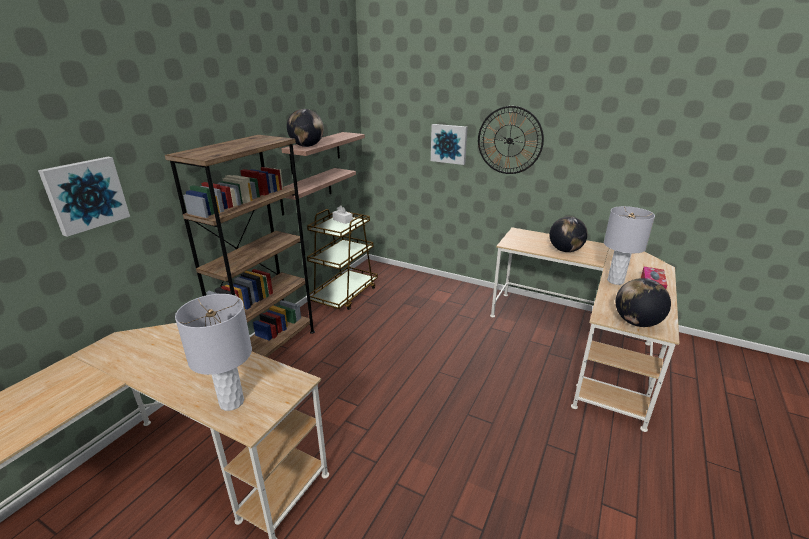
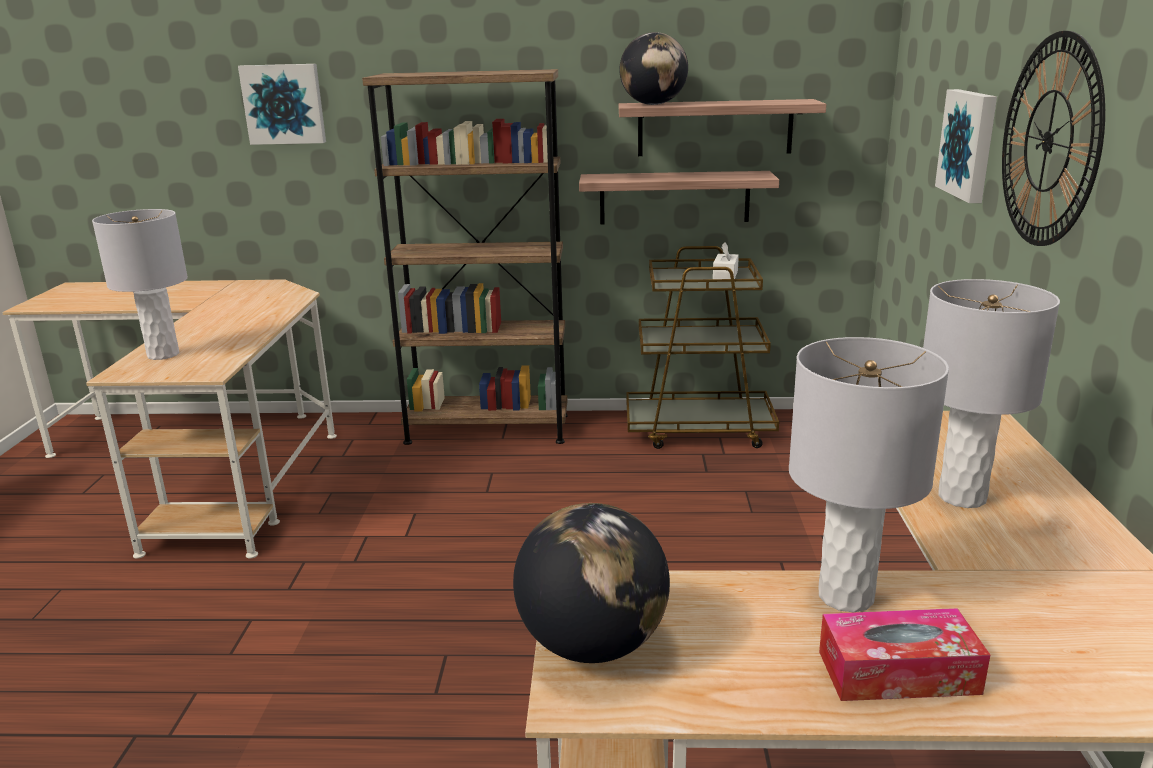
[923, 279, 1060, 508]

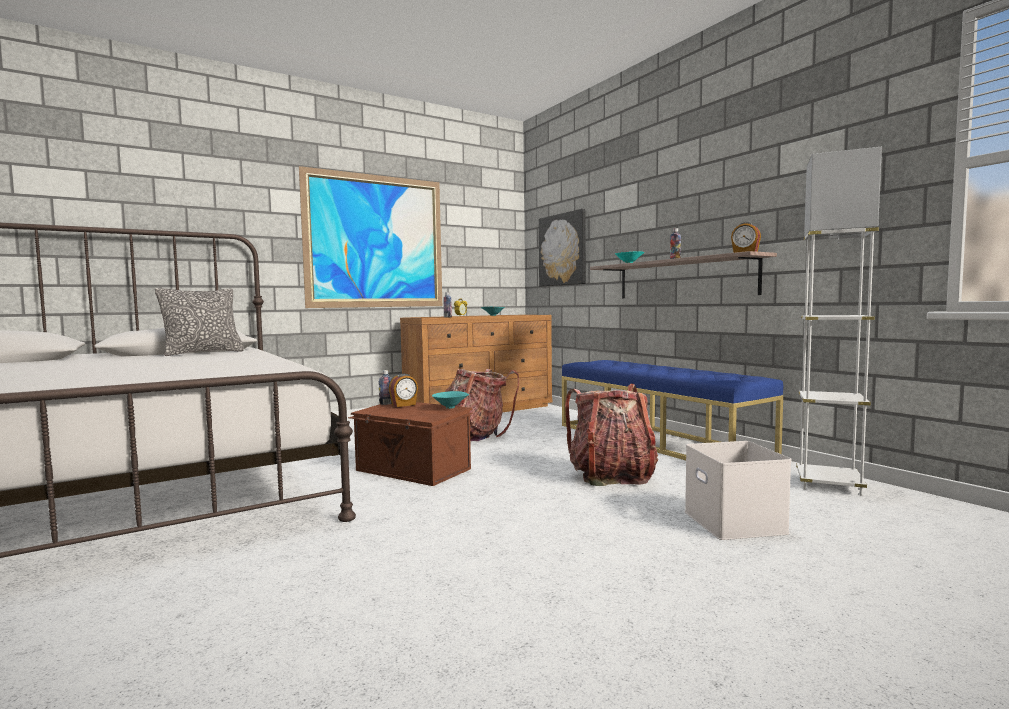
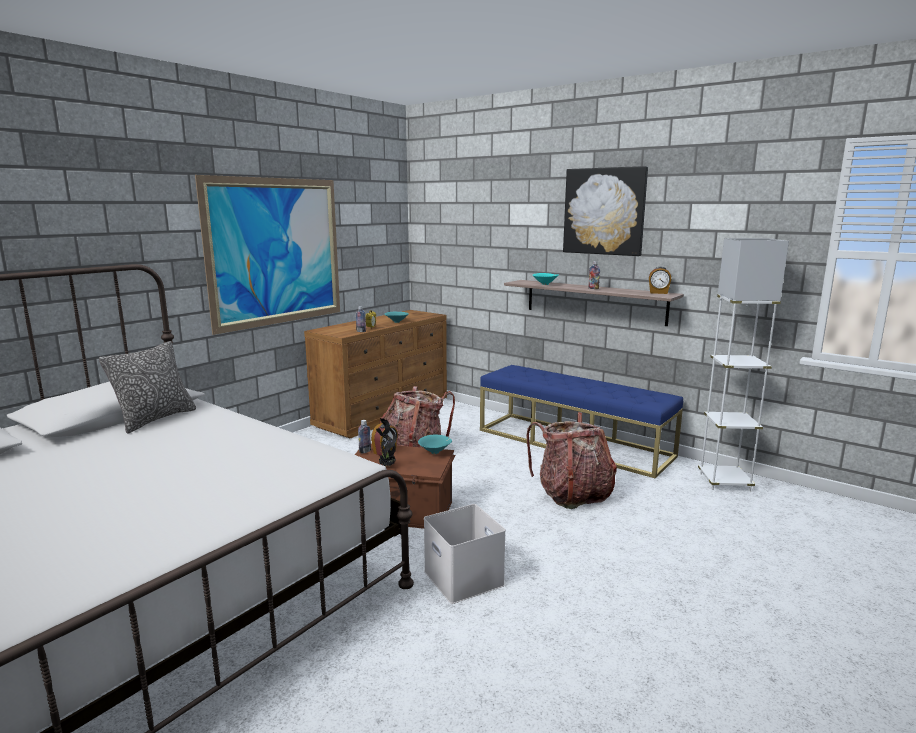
[376, 418, 396, 466]
[424, 504, 506, 604]
[563, 166, 648, 256]

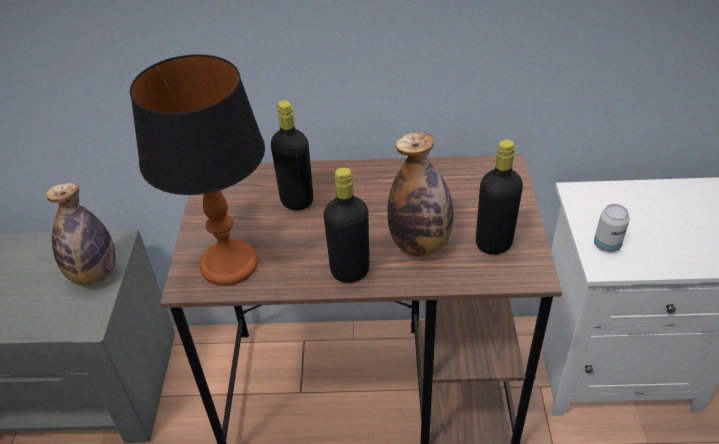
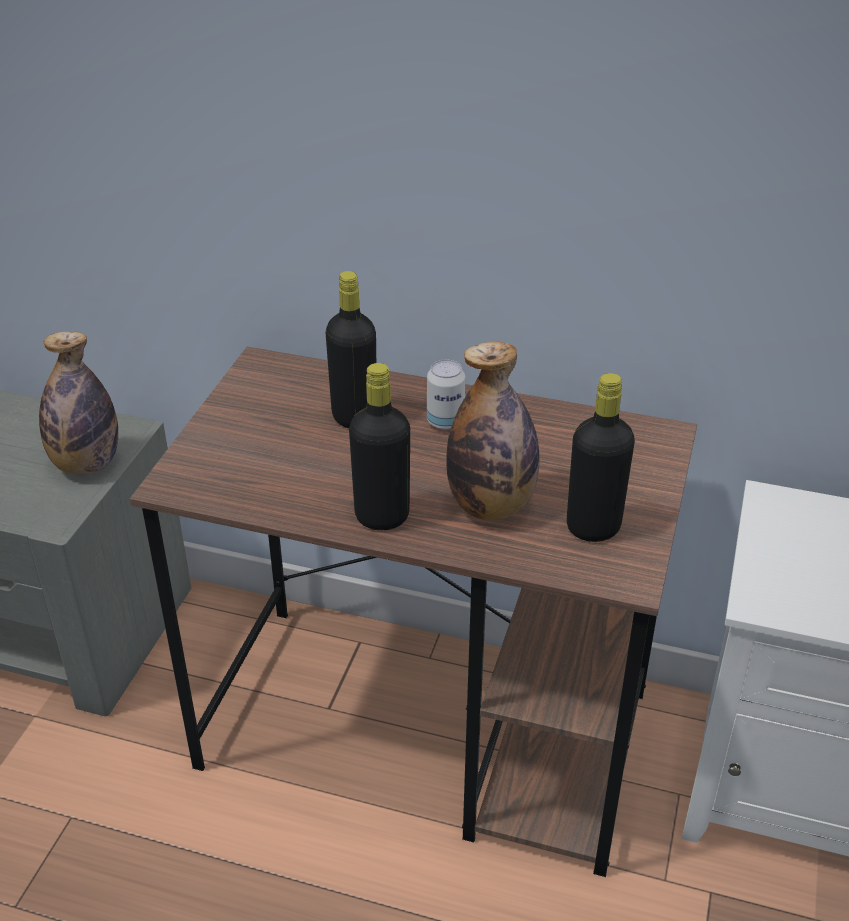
[427, 360, 465, 430]
[130, 54, 265, 286] (first image)

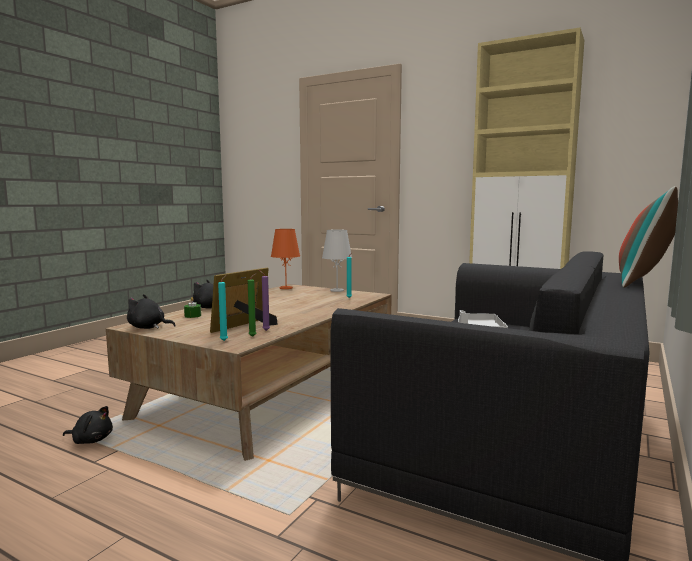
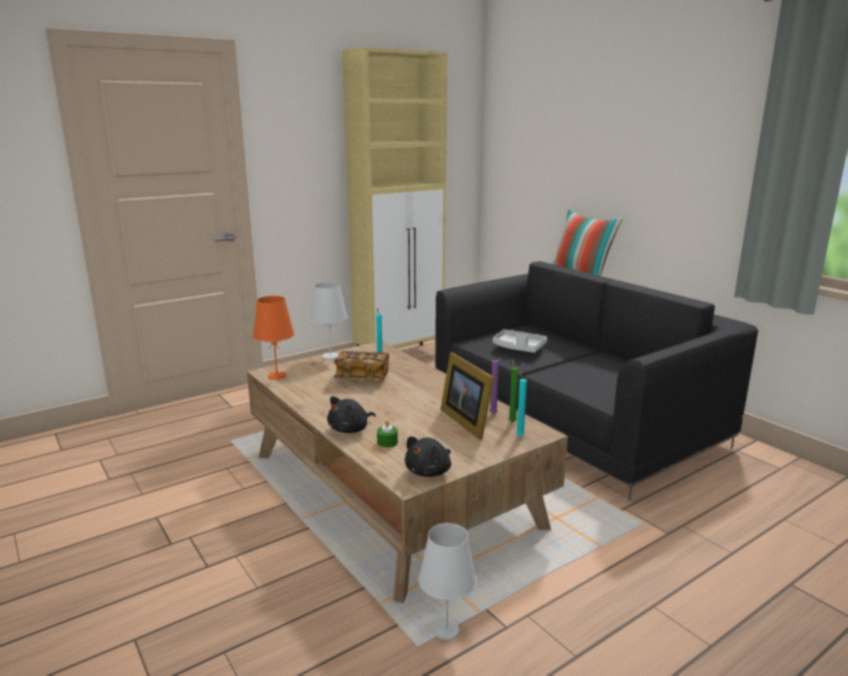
[334, 351, 389, 381]
[418, 523, 477, 640]

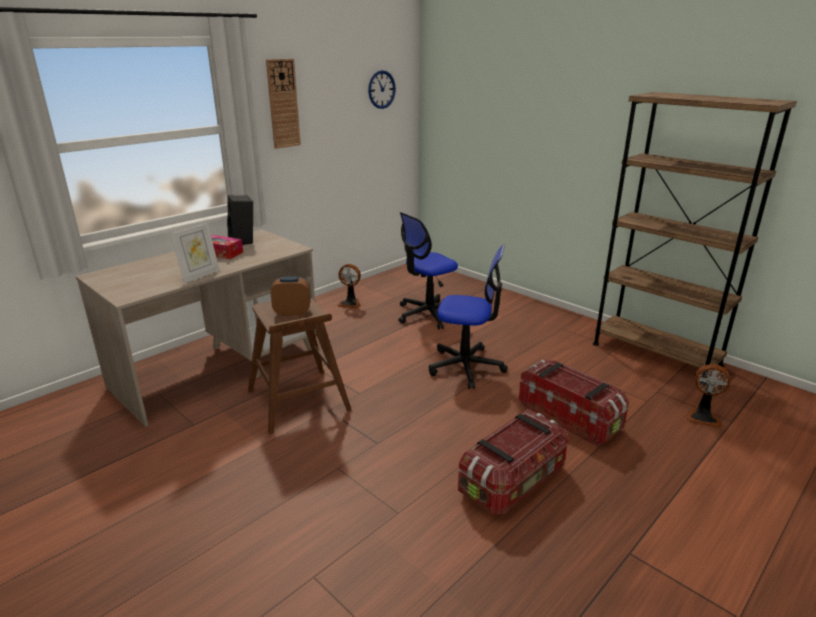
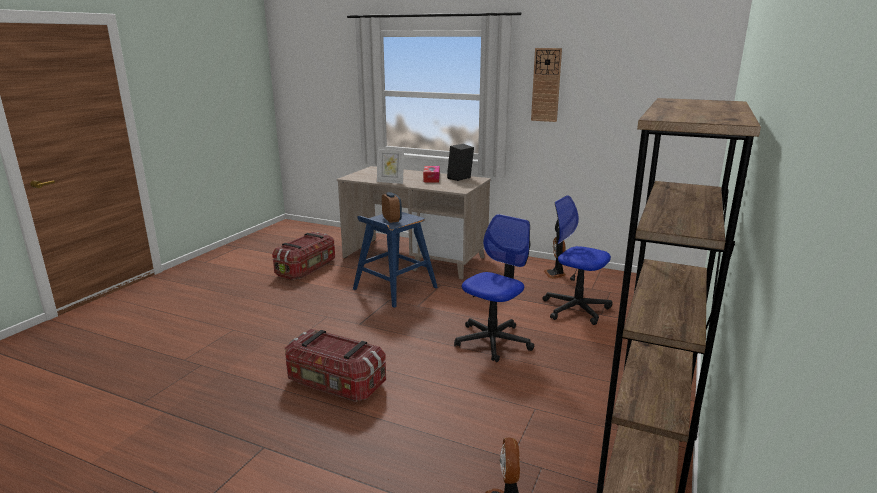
[272, 232, 335, 280]
[353, 212, 438, 308]
[454, 214, 534, 362]
[368, 70, 396, 109] (first image)

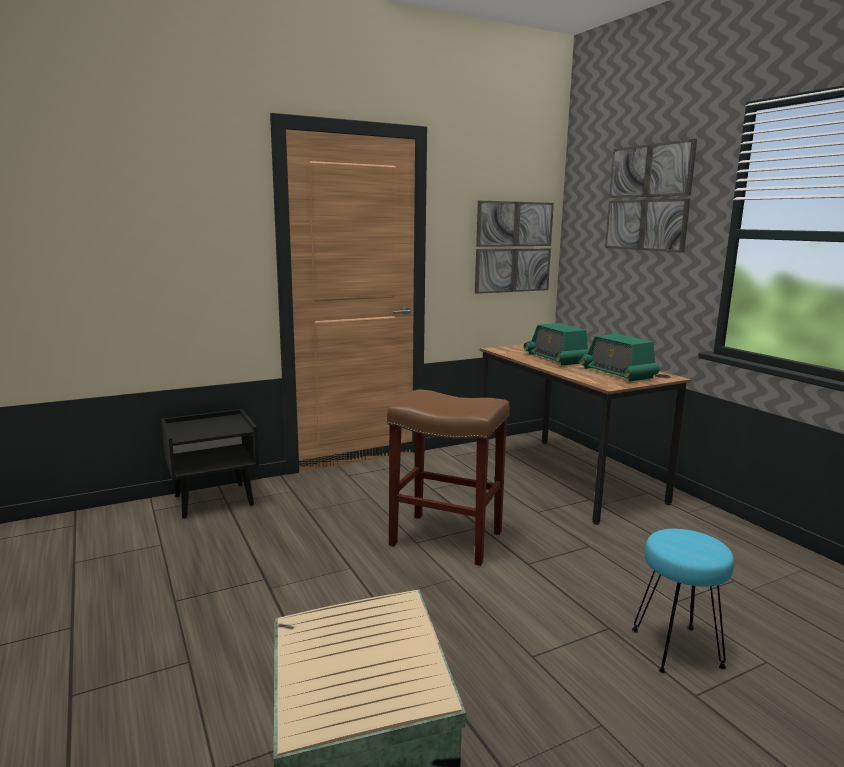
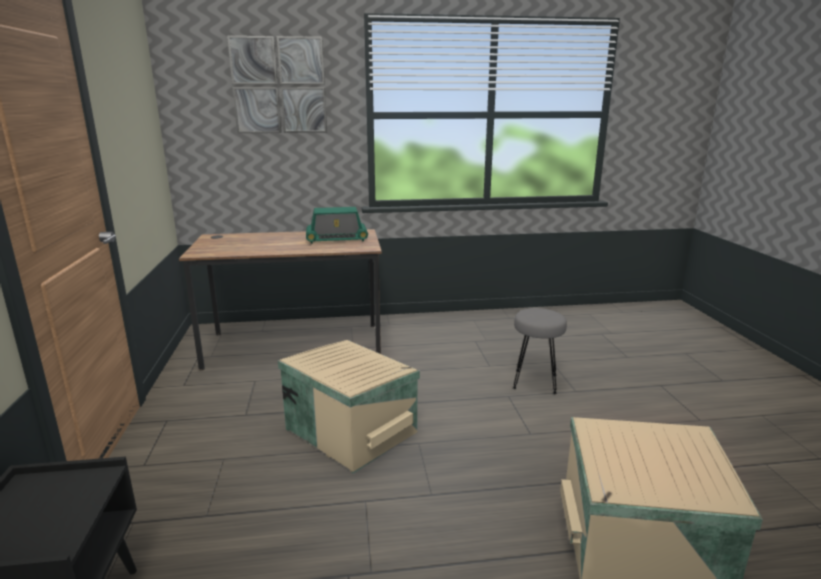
[278, 340, 420, 474]
[513, 308, 567, 394]
[475, 200, 554, 294] (first image)
[524, 323, 589, 365] (first image)

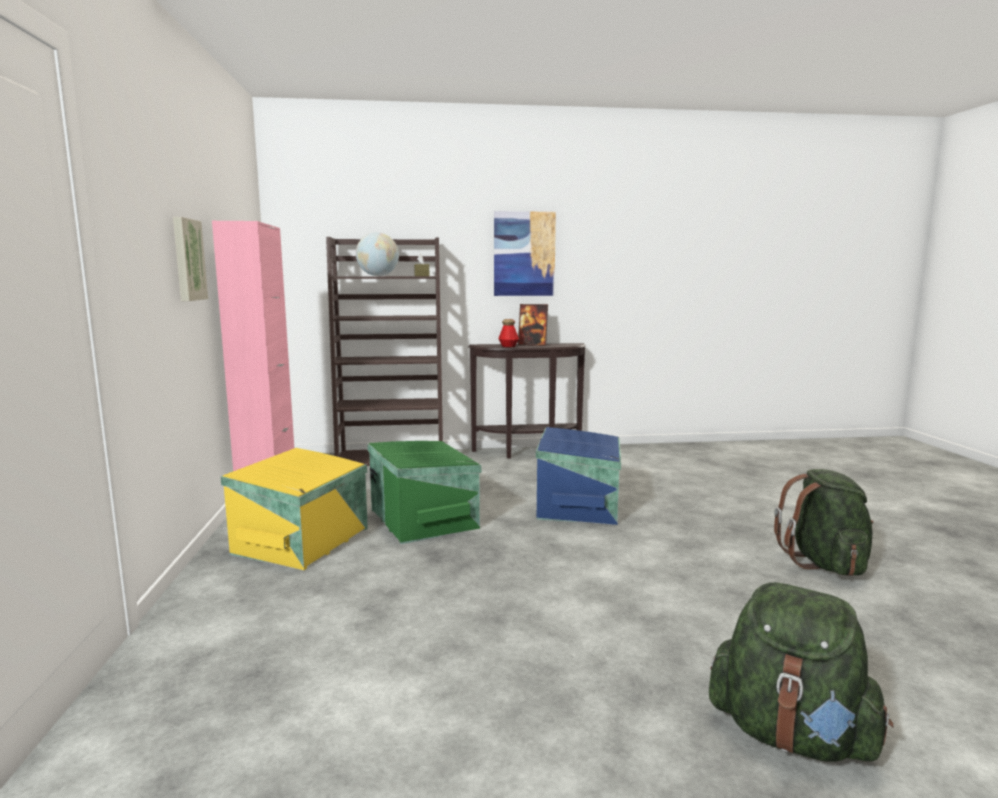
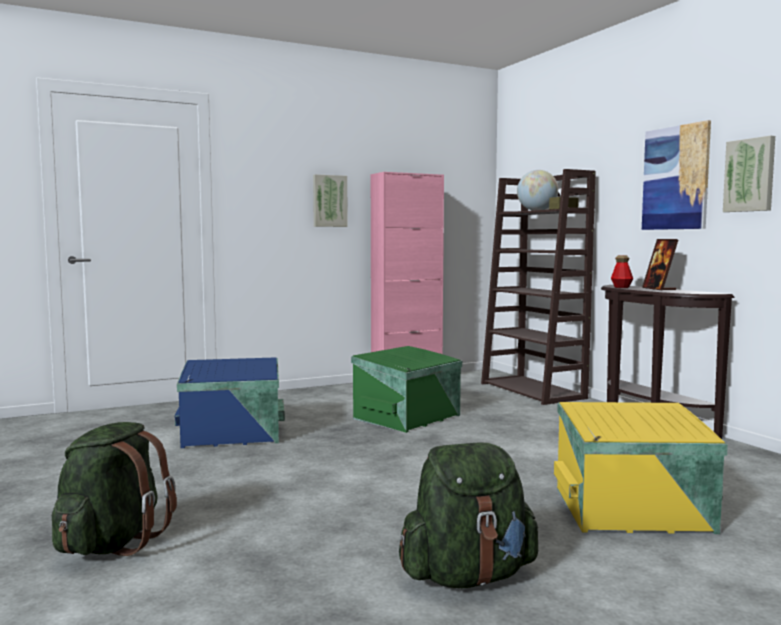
[174, 357, 285, 448]
[554, 402, 728, 534]
[723, 136, 775, 212]

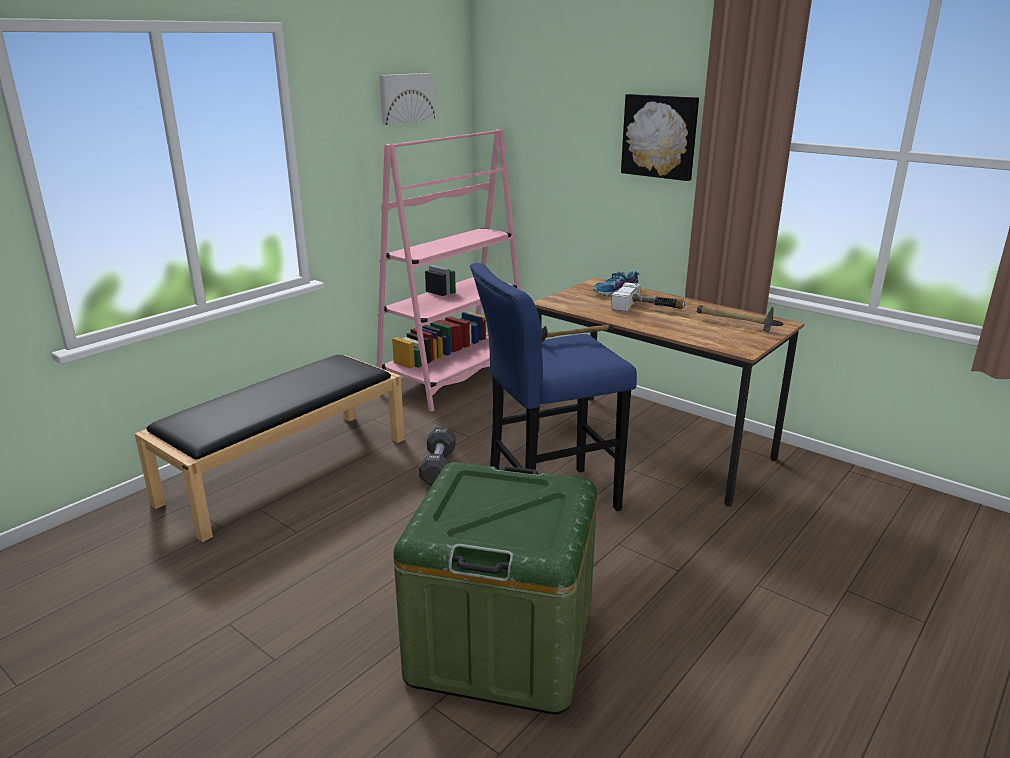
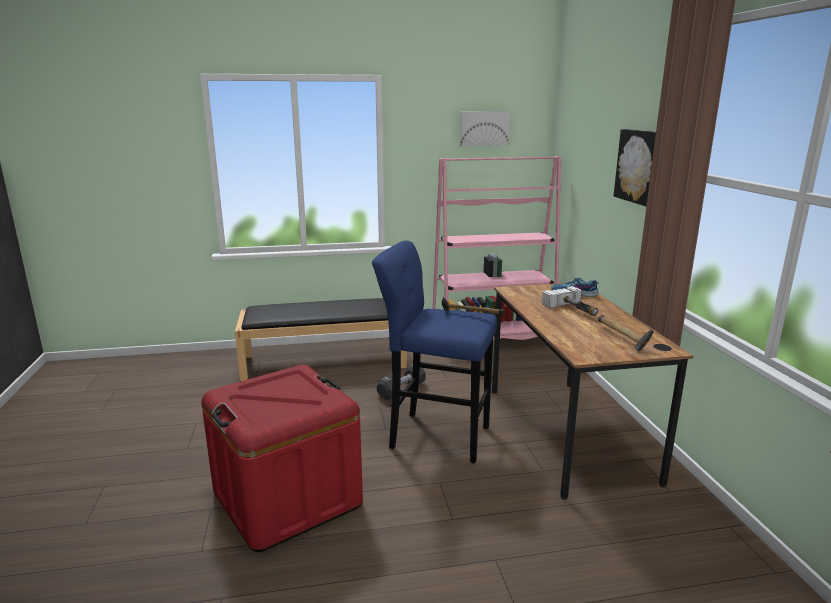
[201, 365, 363, 552]

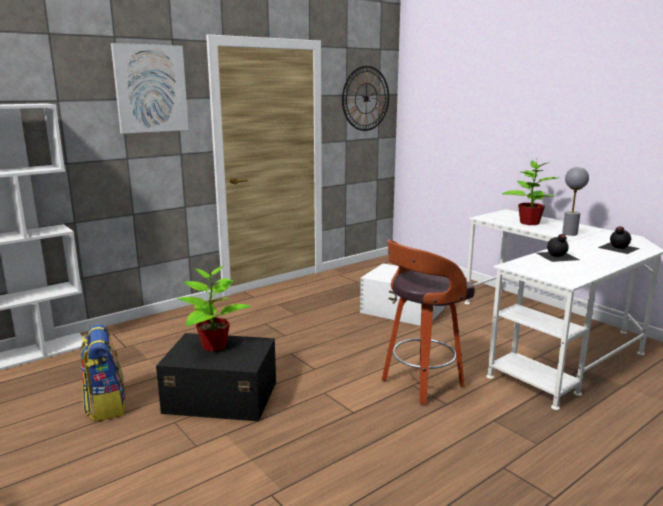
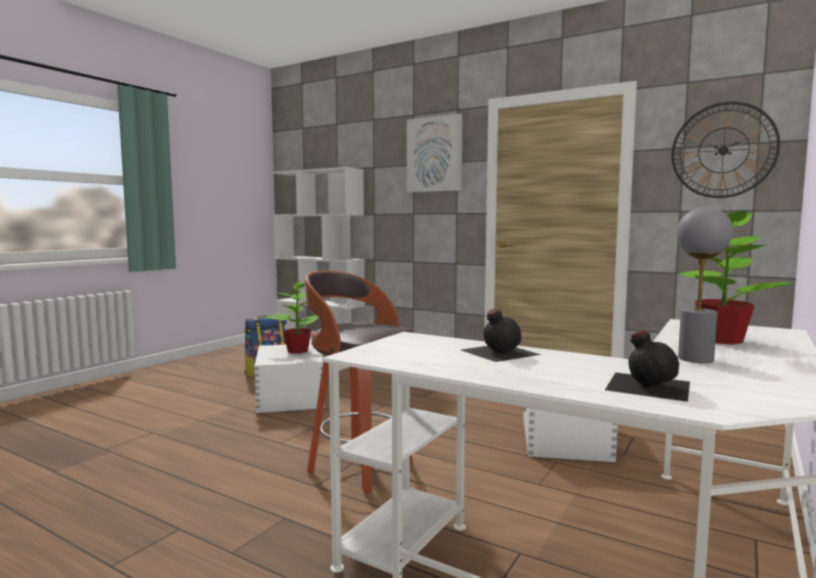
[253, 343, 325, 413]

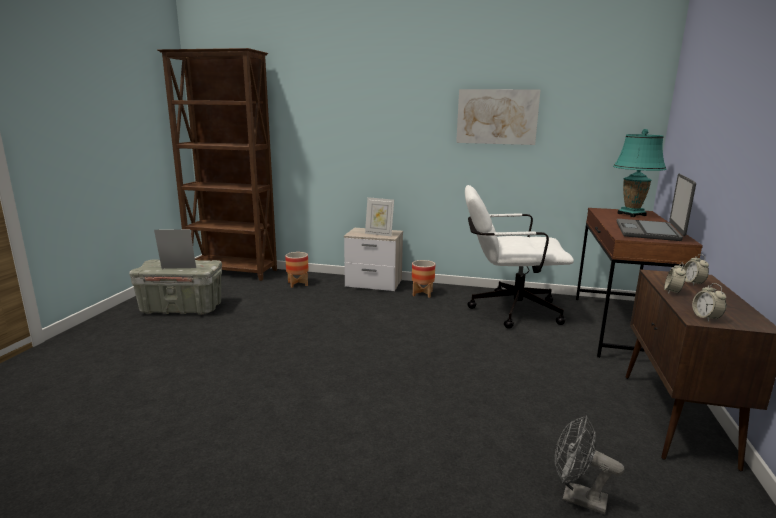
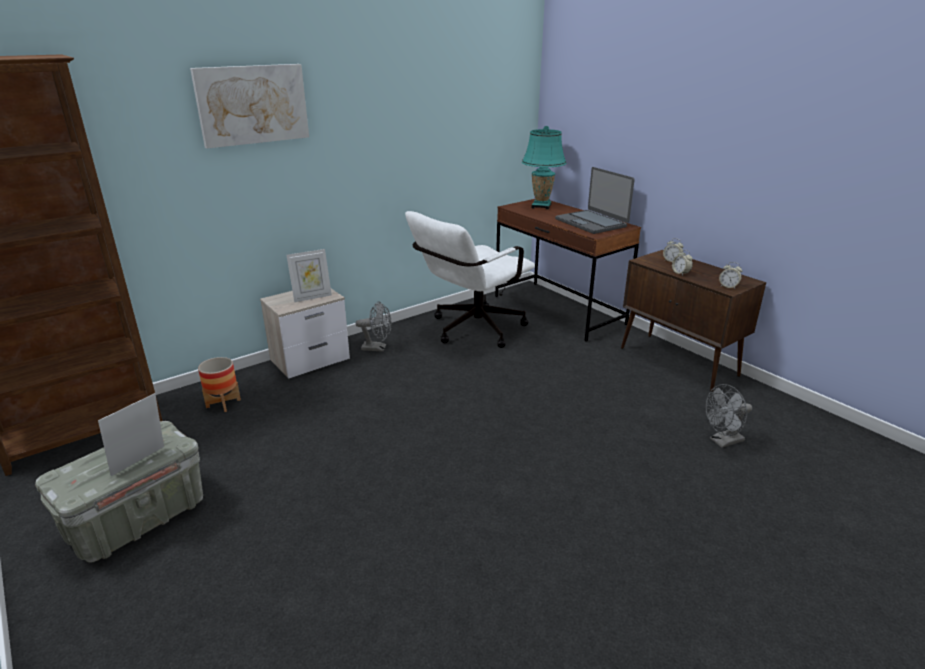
[190, 64, 309, 148]
[355, 301, 392, 352]

